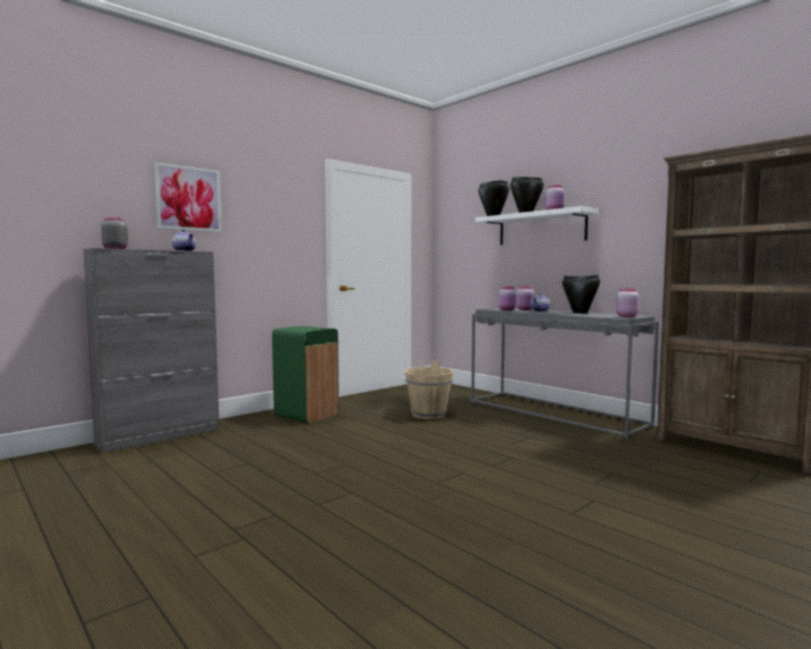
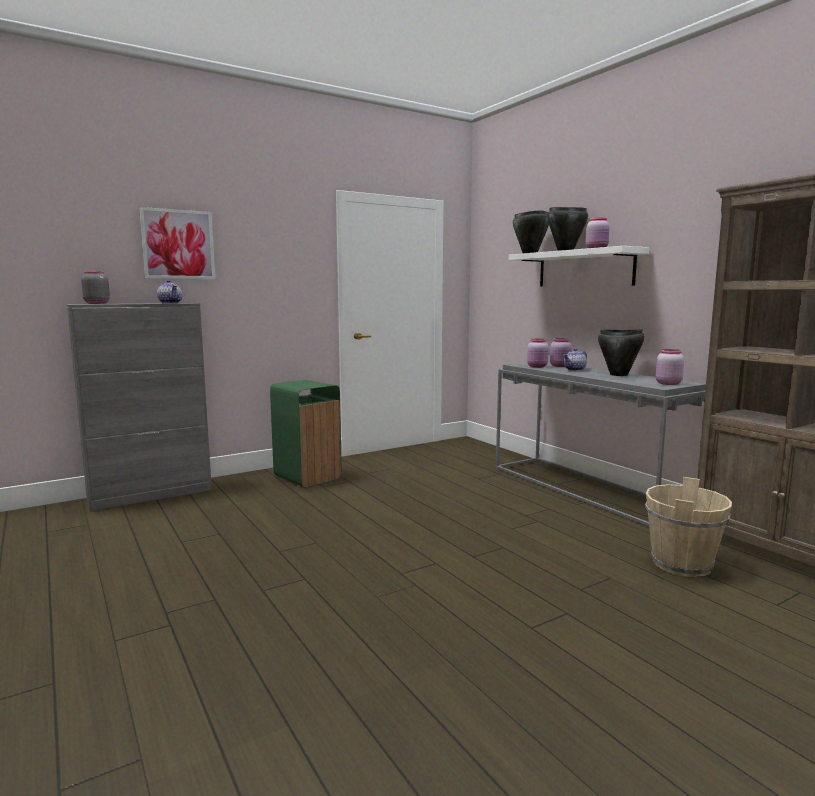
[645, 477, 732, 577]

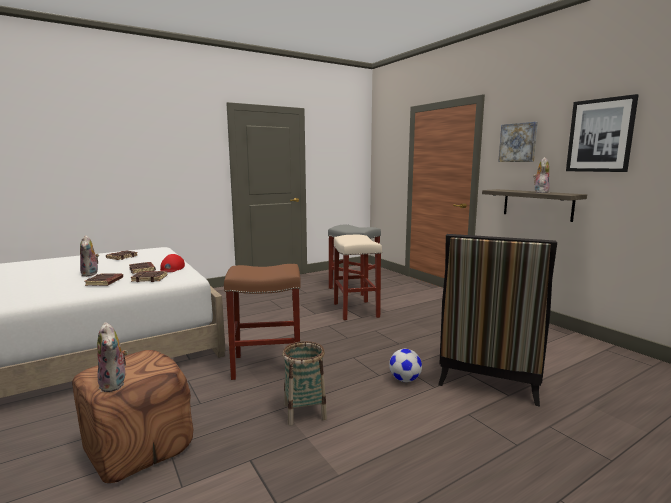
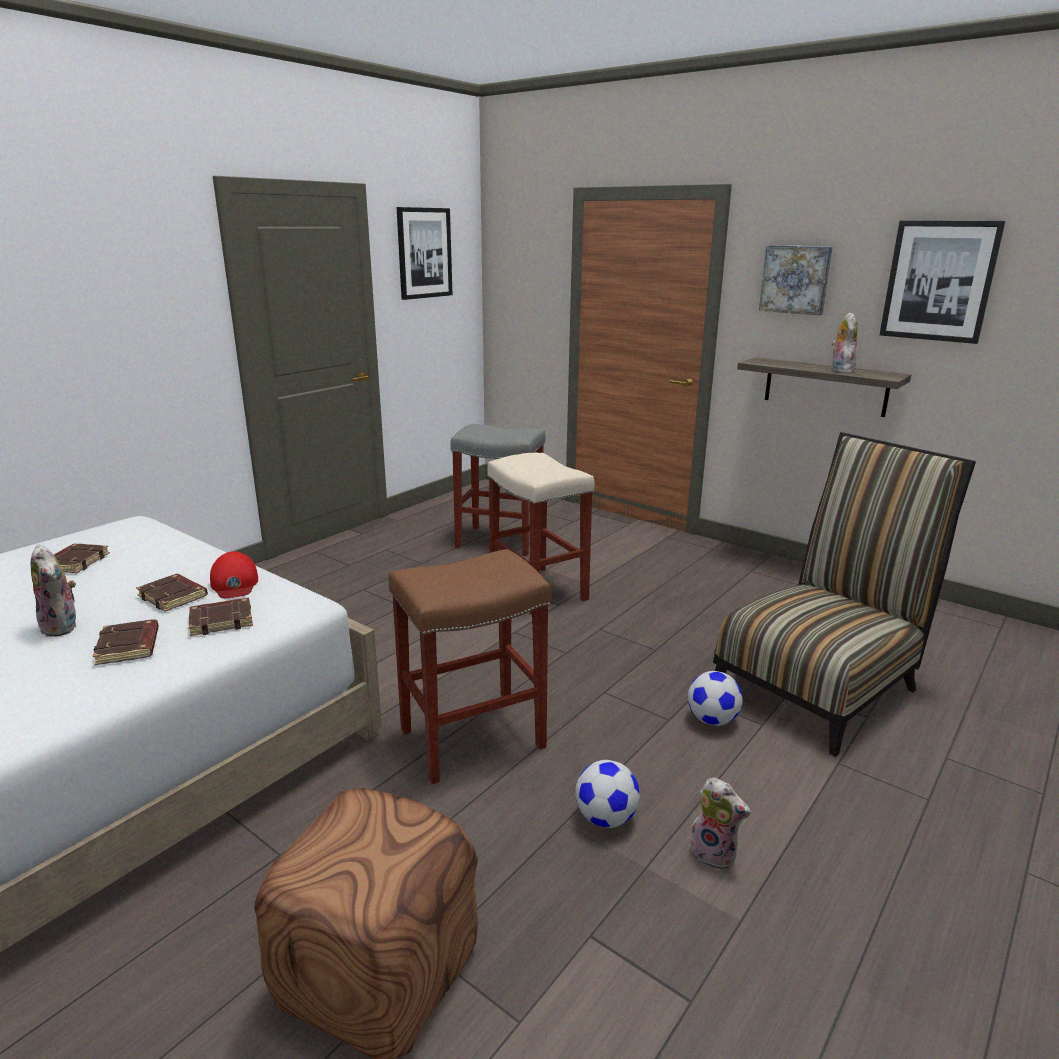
[397, 207, 453, 300]
[575, 760, 640, 828]
[687, 777, 751, 870]
[713, 432, 976, 757]

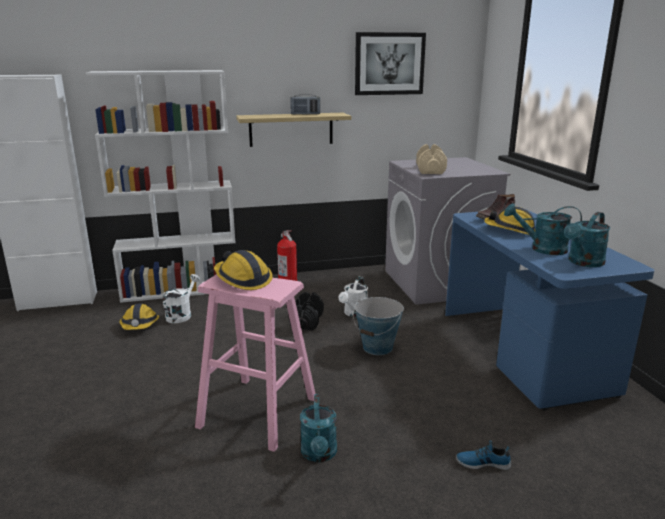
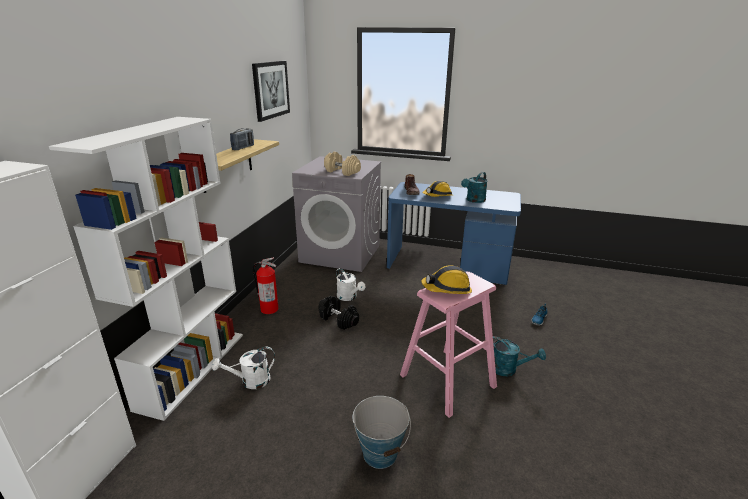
[212, 347, 275, 389]
[352, 396, 411, 469]
[119, 304, 159, 330] (first image)
[564, 212, 610, 267] (first image)

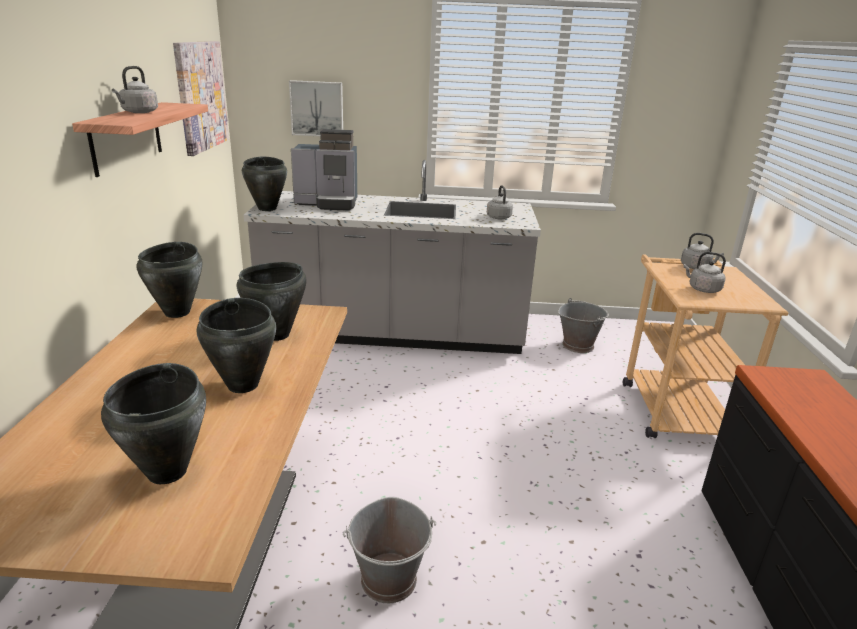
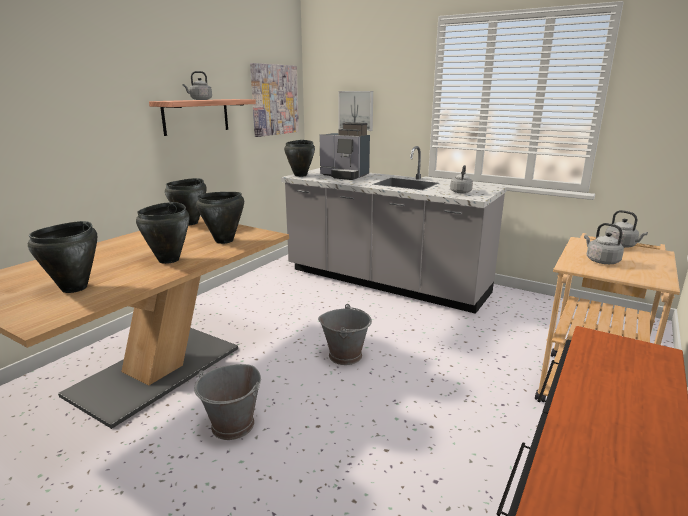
[318, 304, 372, 365]

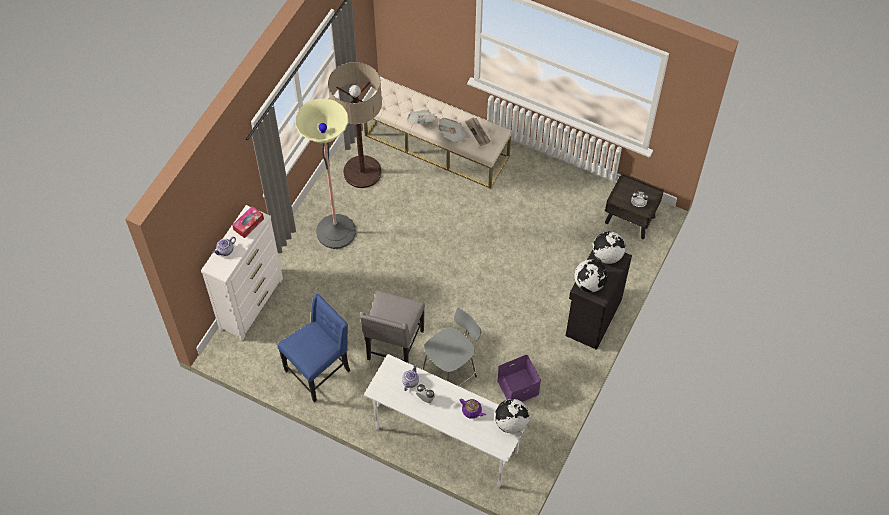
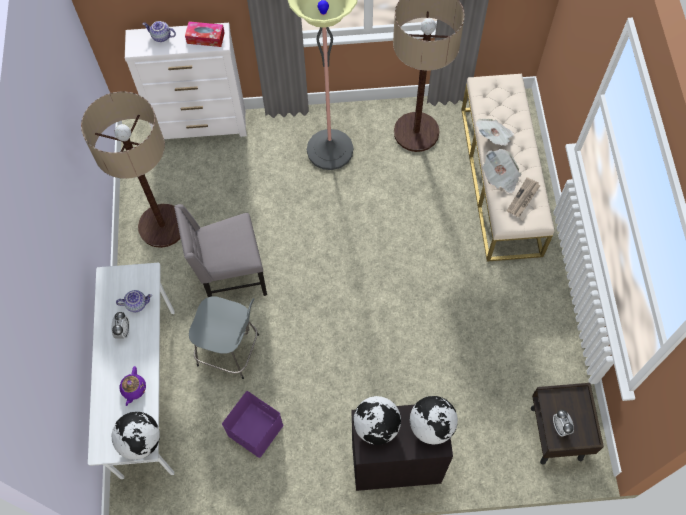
[81, 91, 181, 248]

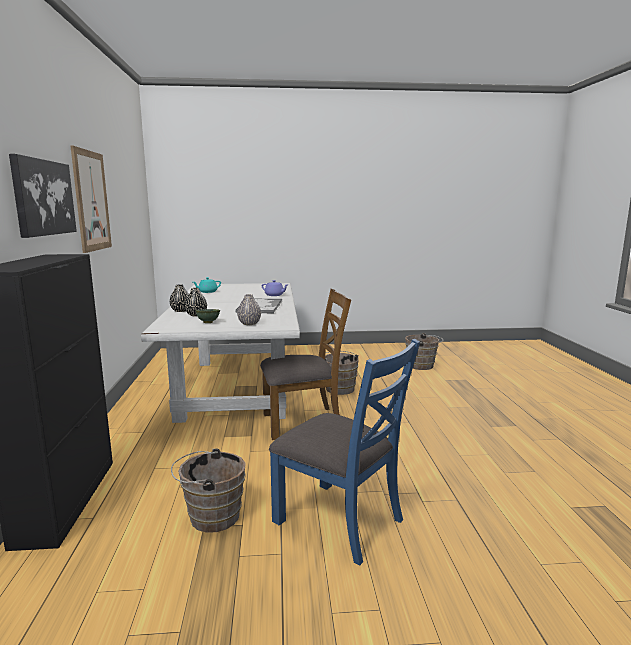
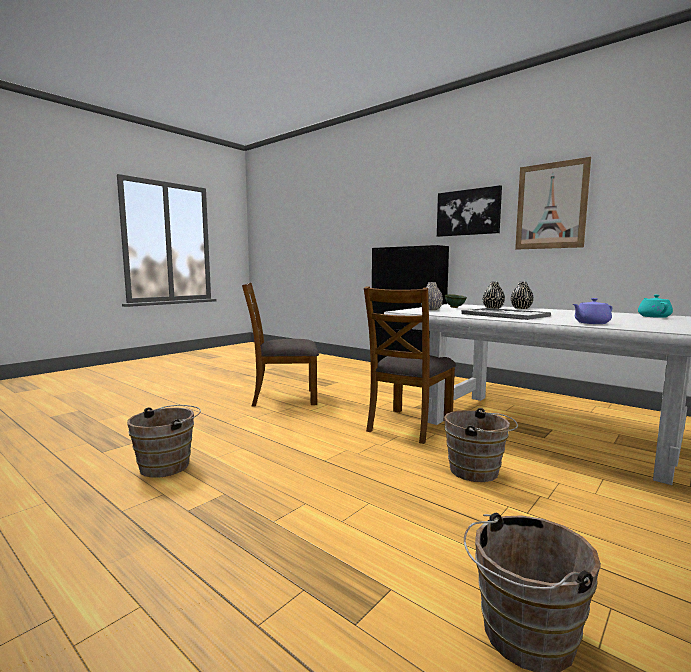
[127, 405, 201, 478]
[242, 283, 319, 407]

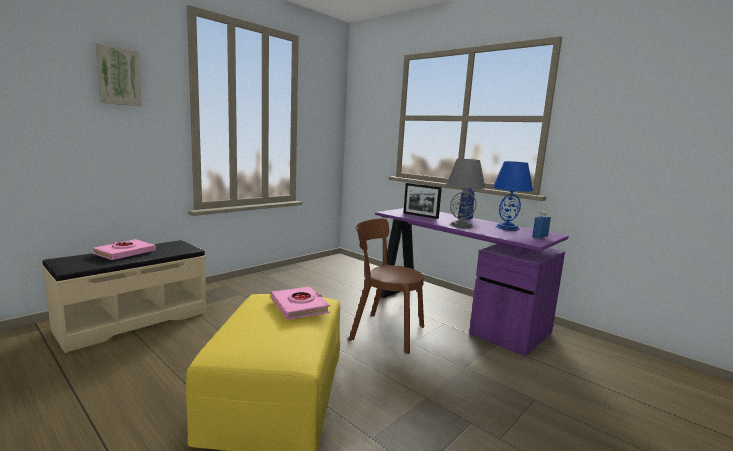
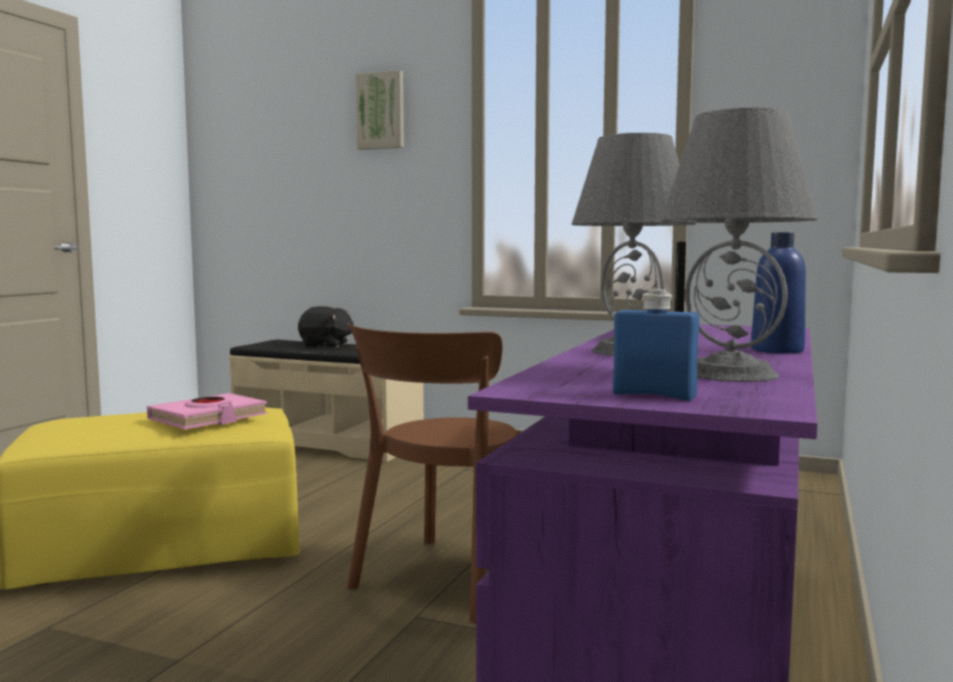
[298, 306, 354, 347]
[347, 323, 521, 624]
[661, 107, 818, 382]

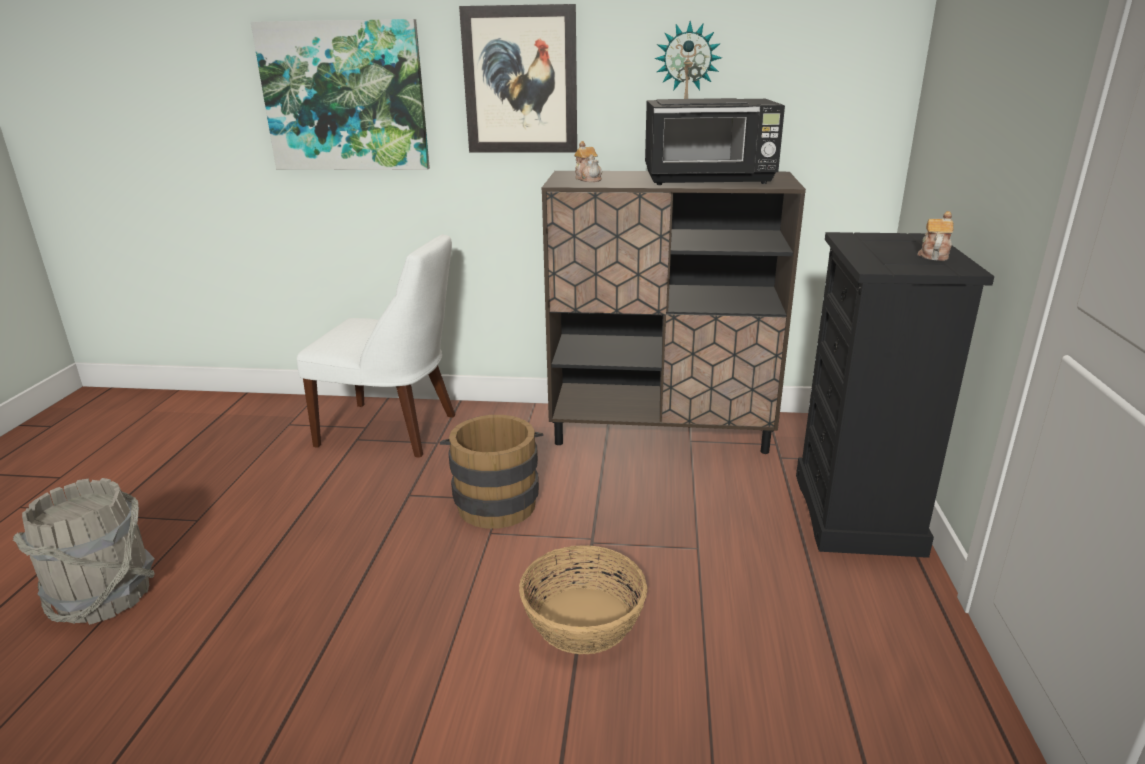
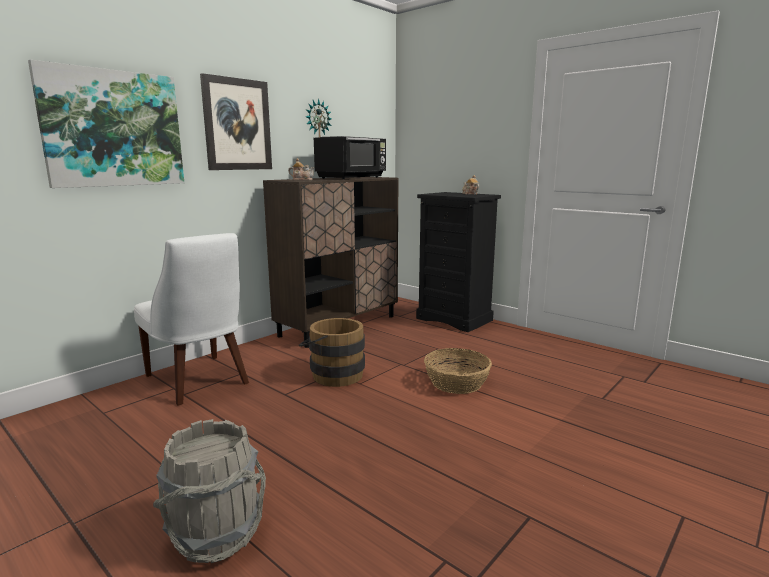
[134, 233, 249, 406]

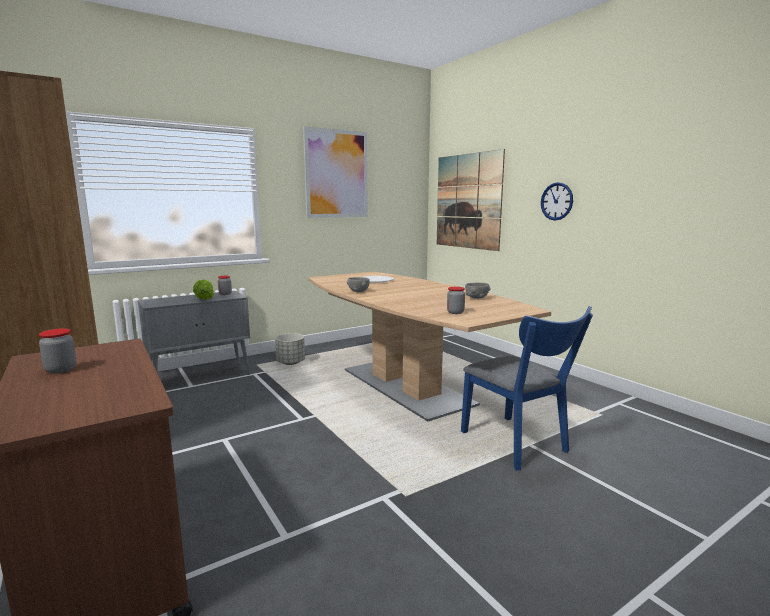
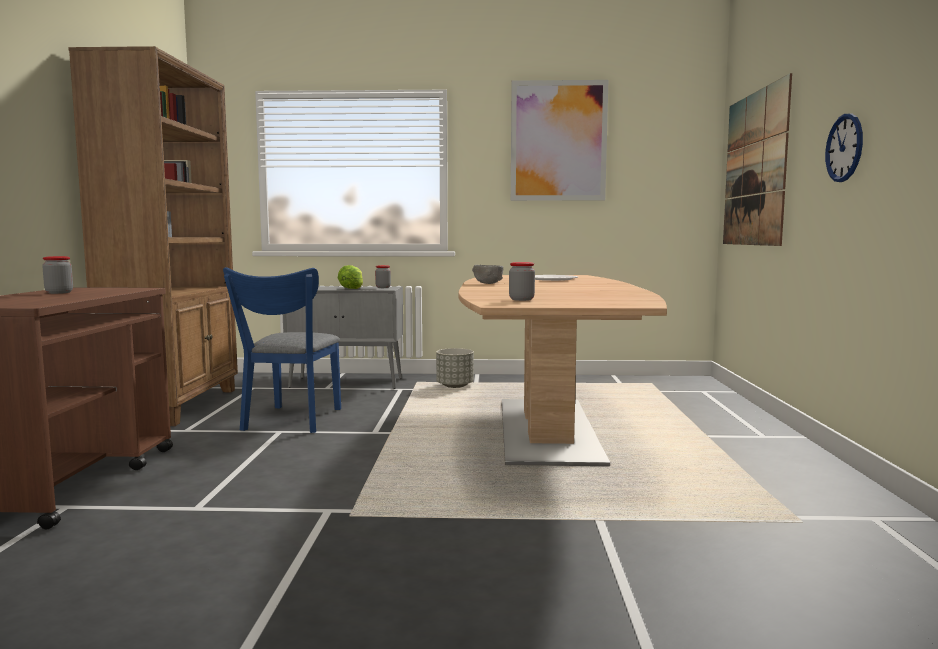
[223, 267, 341, 433]
[465, 283, 491, 299] (first image)

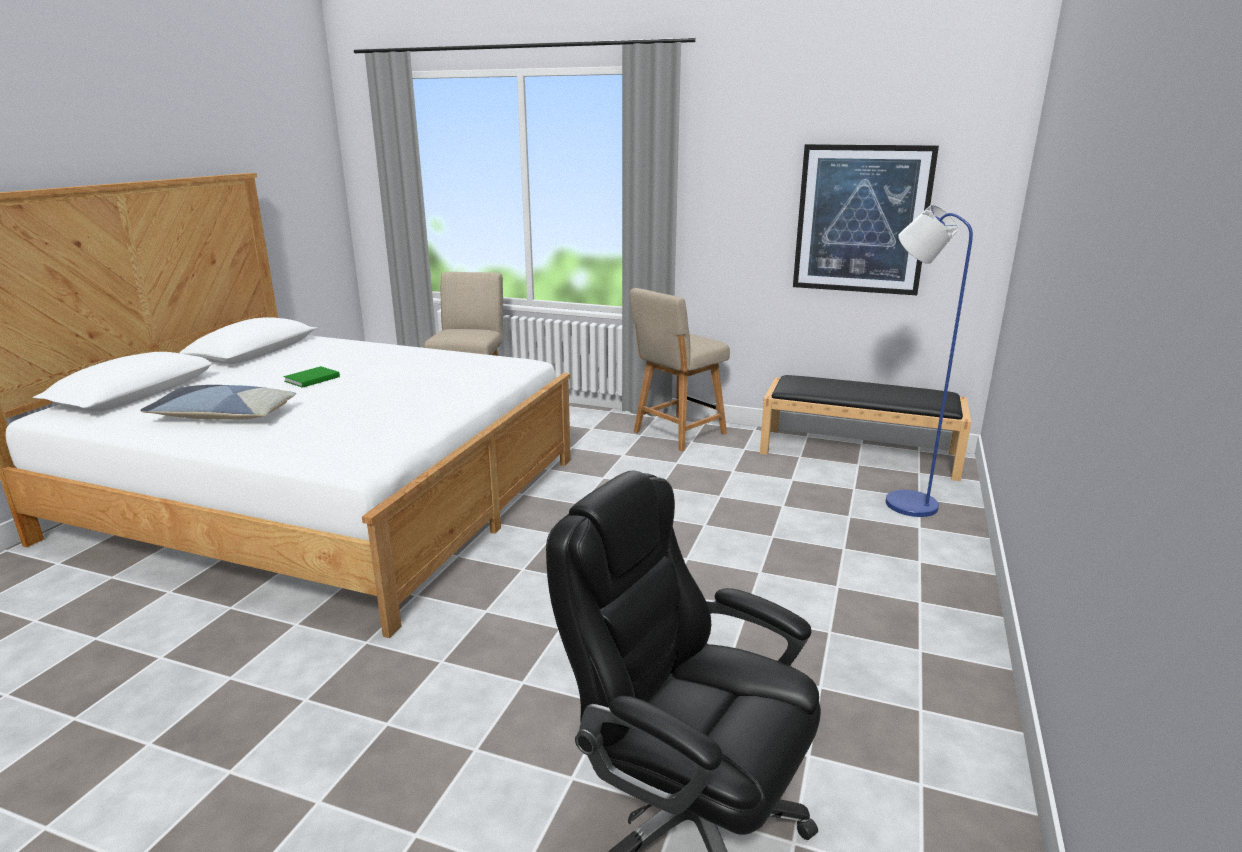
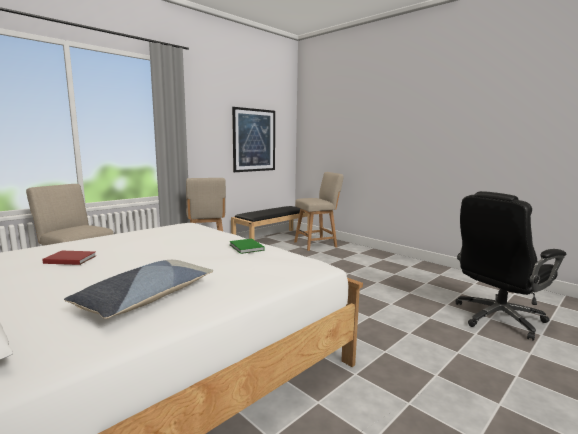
[42, 251, 96, 265]
[229, 239, 264, 254]
[294, 172, 344, 251]

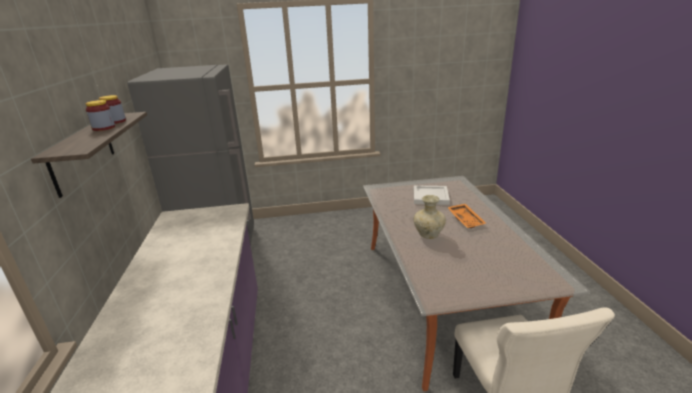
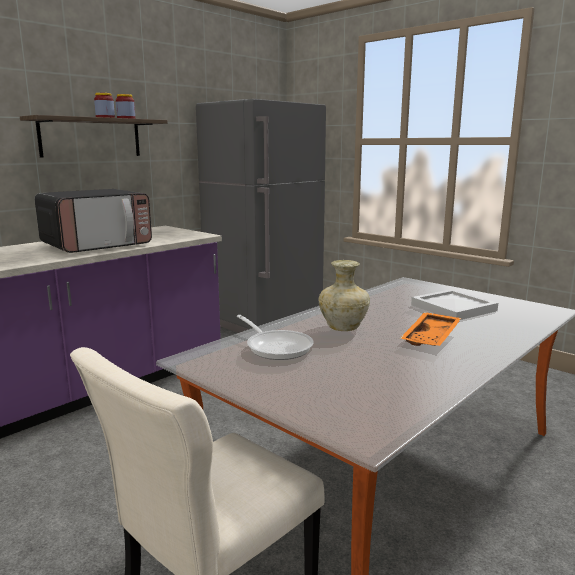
[35, 189, 152, 253]
[237, 315, 314, 360]

